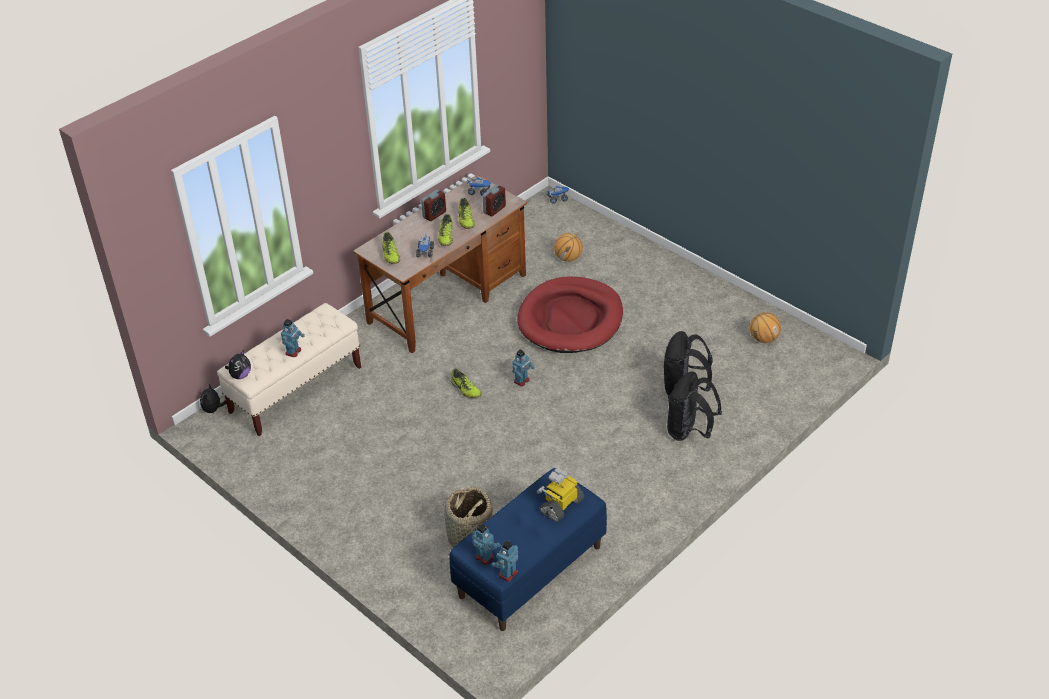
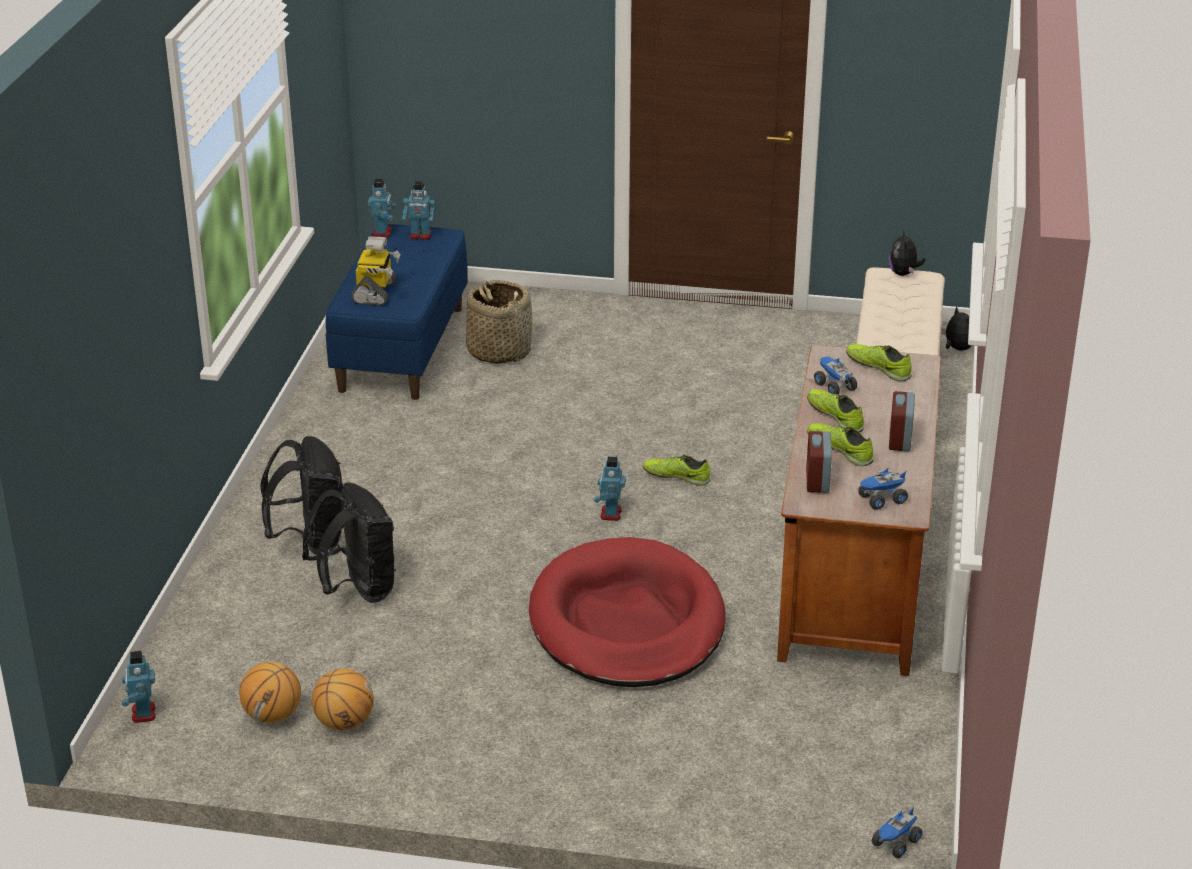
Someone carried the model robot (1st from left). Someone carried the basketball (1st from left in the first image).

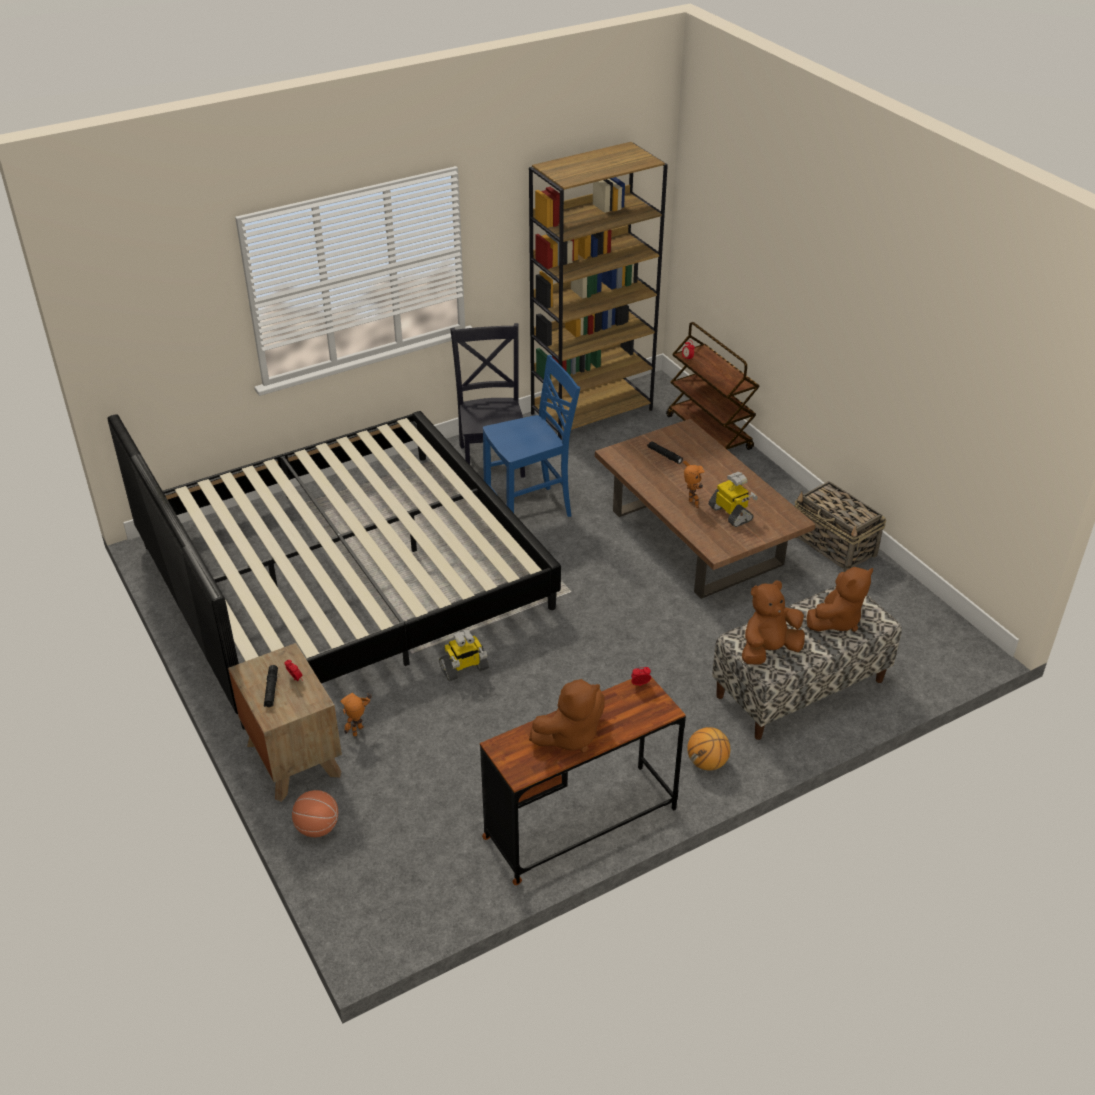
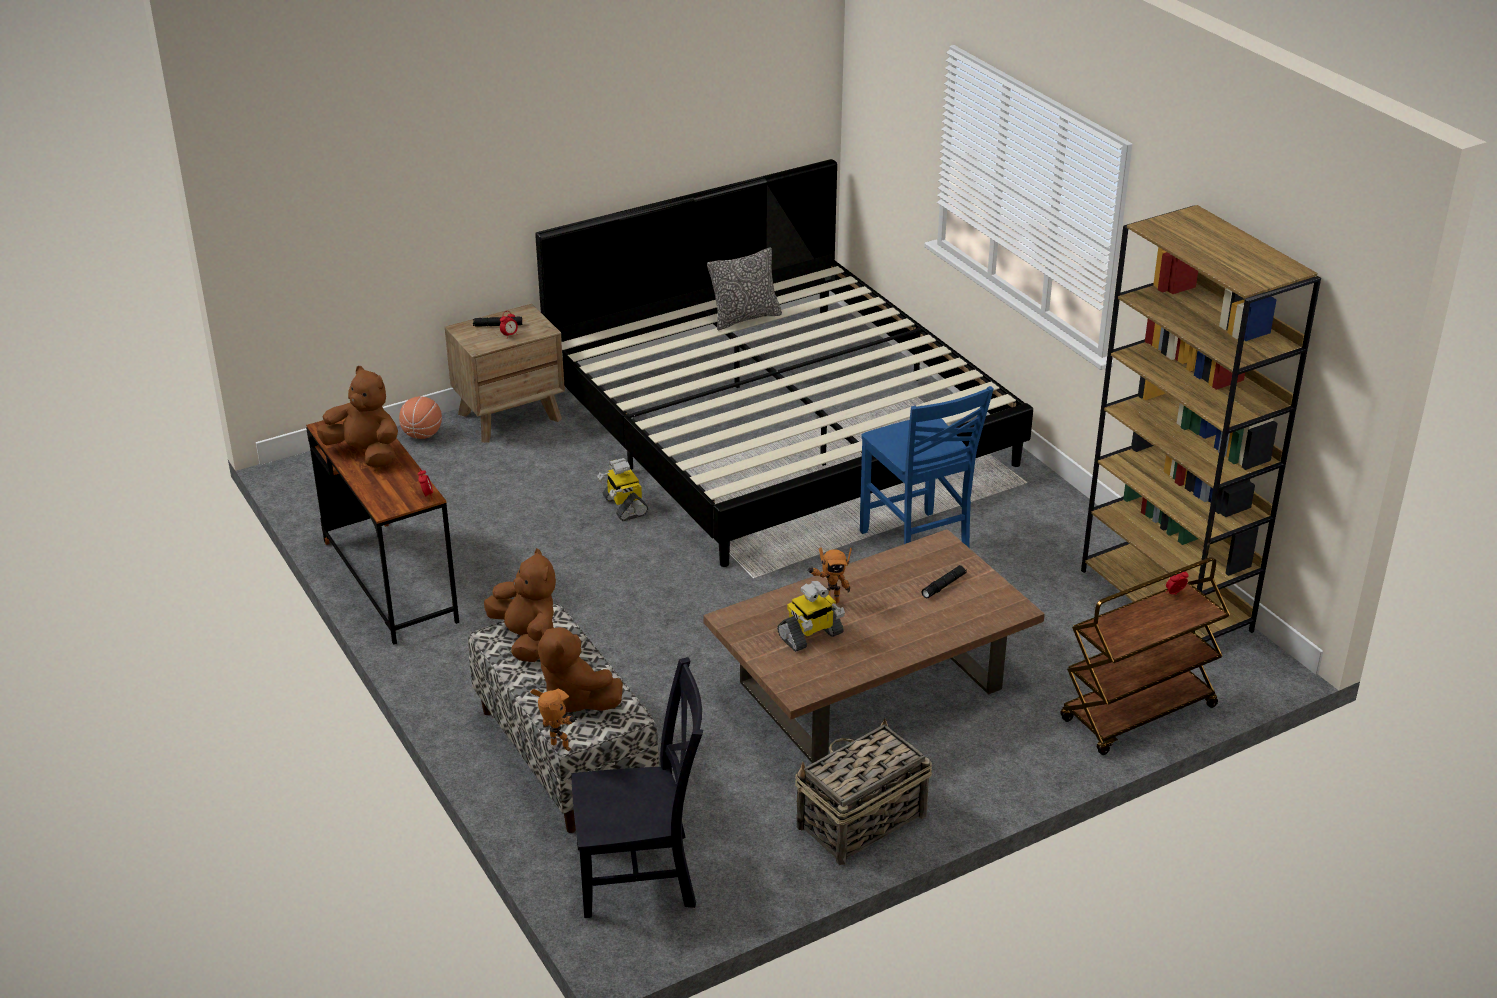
Someone took away the basketball (2nd from left). Someone put down the pillow. Someone carried the model robot (1st from left). Someone carried the upright chair/black. Someone rotated the soft toy/brown-coloured (1st from left) by 150 degrees clockwise.

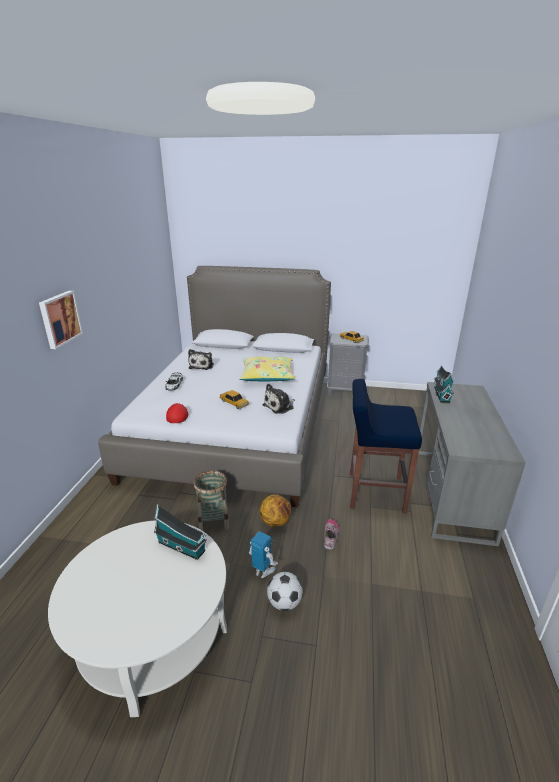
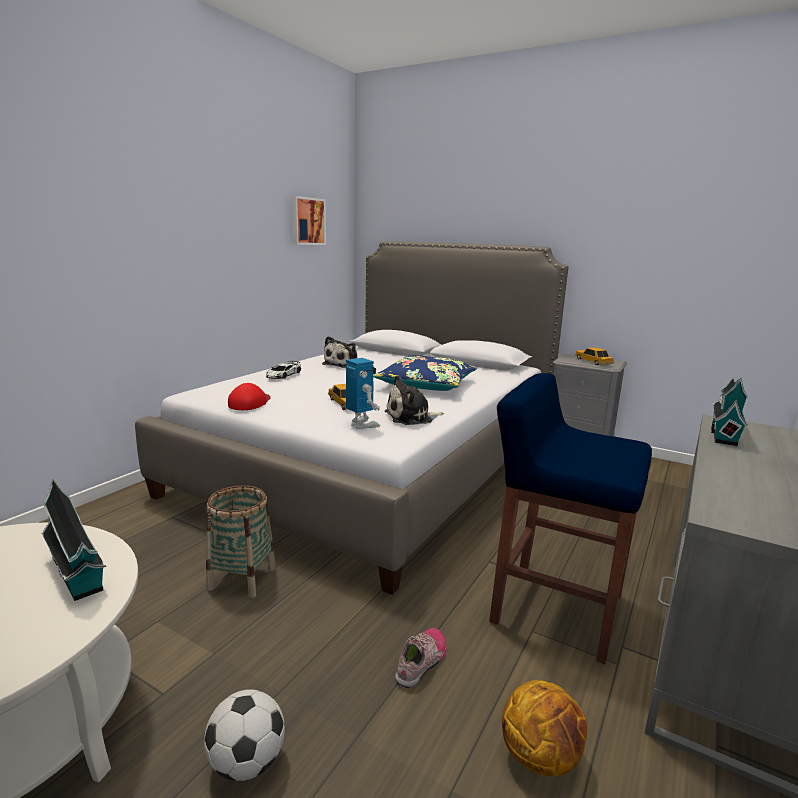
Someone carried the picture. Someone carried the model robot. Someone carried the basketball. Someone repainted the pillow/yellowish, which became the pillow/blue-coloured.

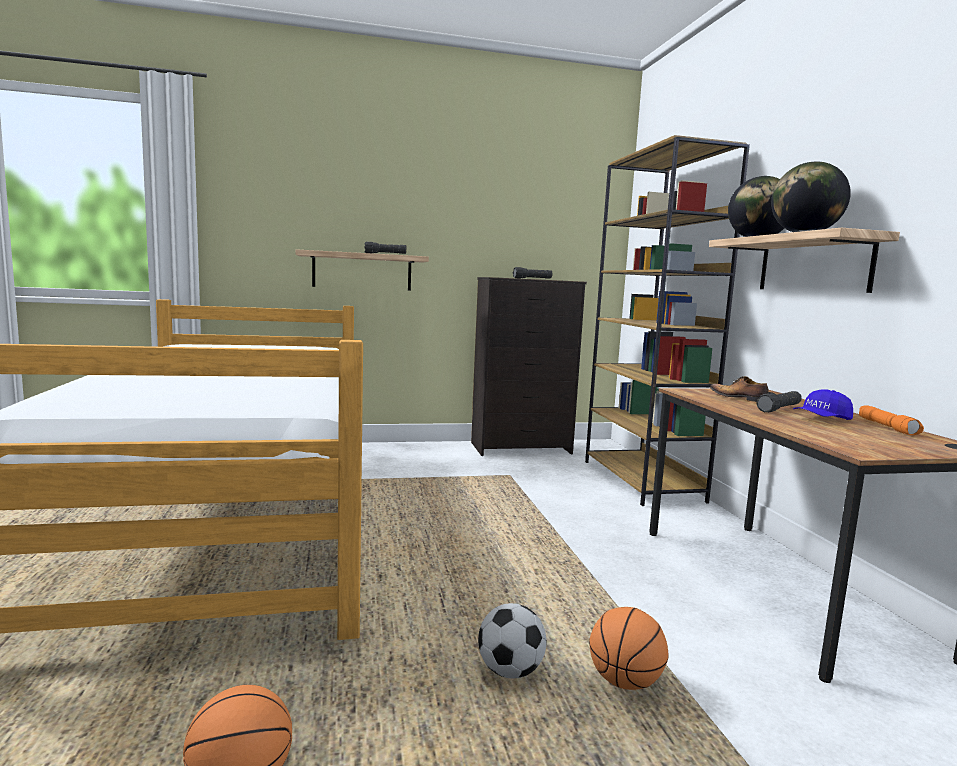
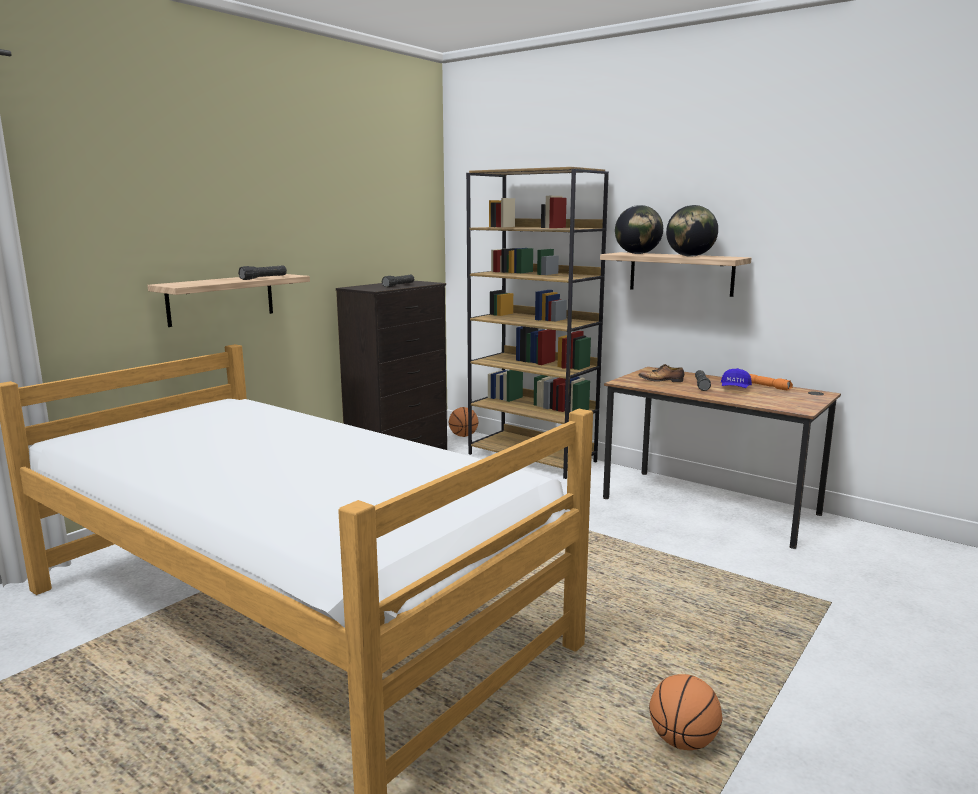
Someone took away the football. Someone carried the basketball (2nd from left in the first image).

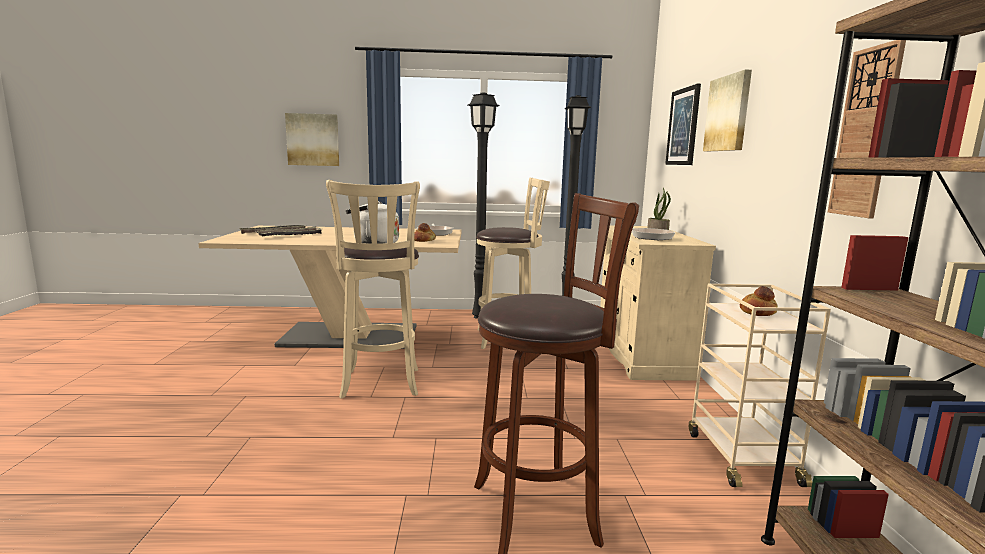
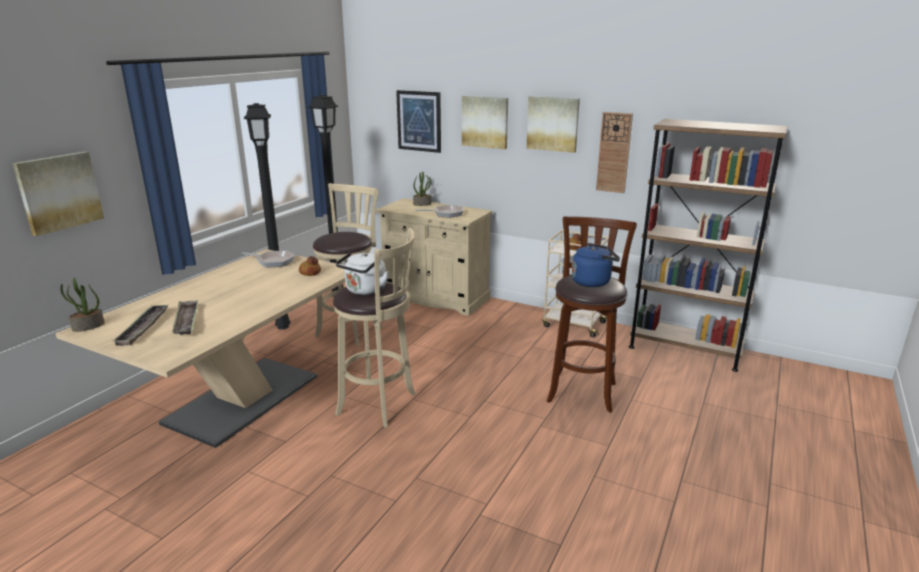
Someone put down the potted plant (1st from left). Someone put up the picture (4th from left). Someone put down the tea kettle/blue-coloured.

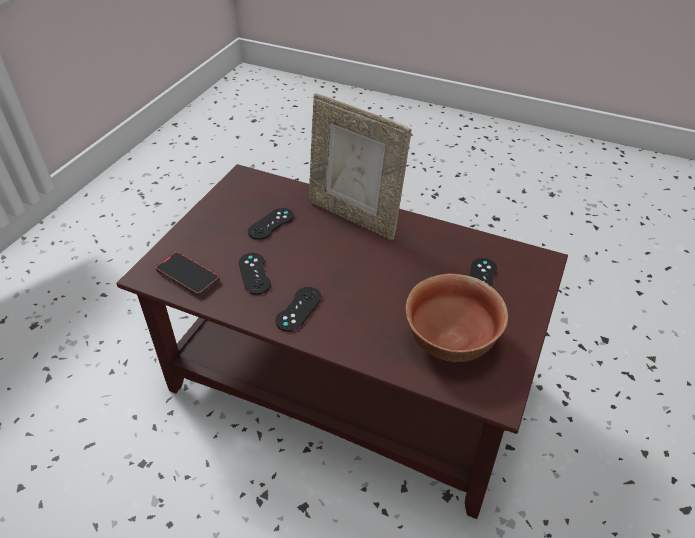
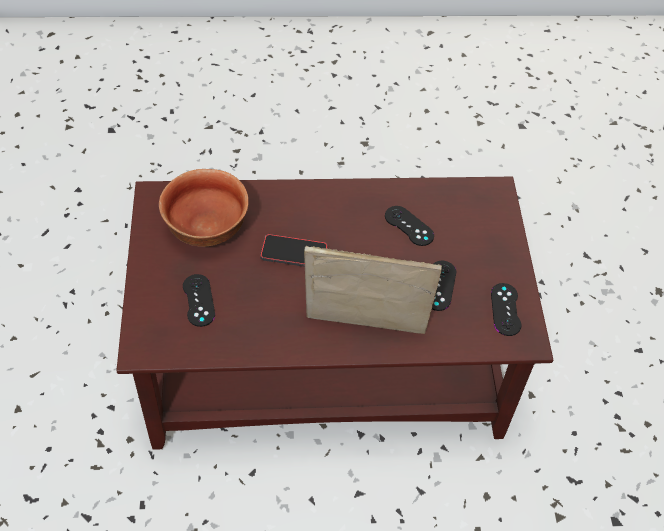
Someone carried the telephone. Someone carried the game controller/black (3rd from left in the first image).

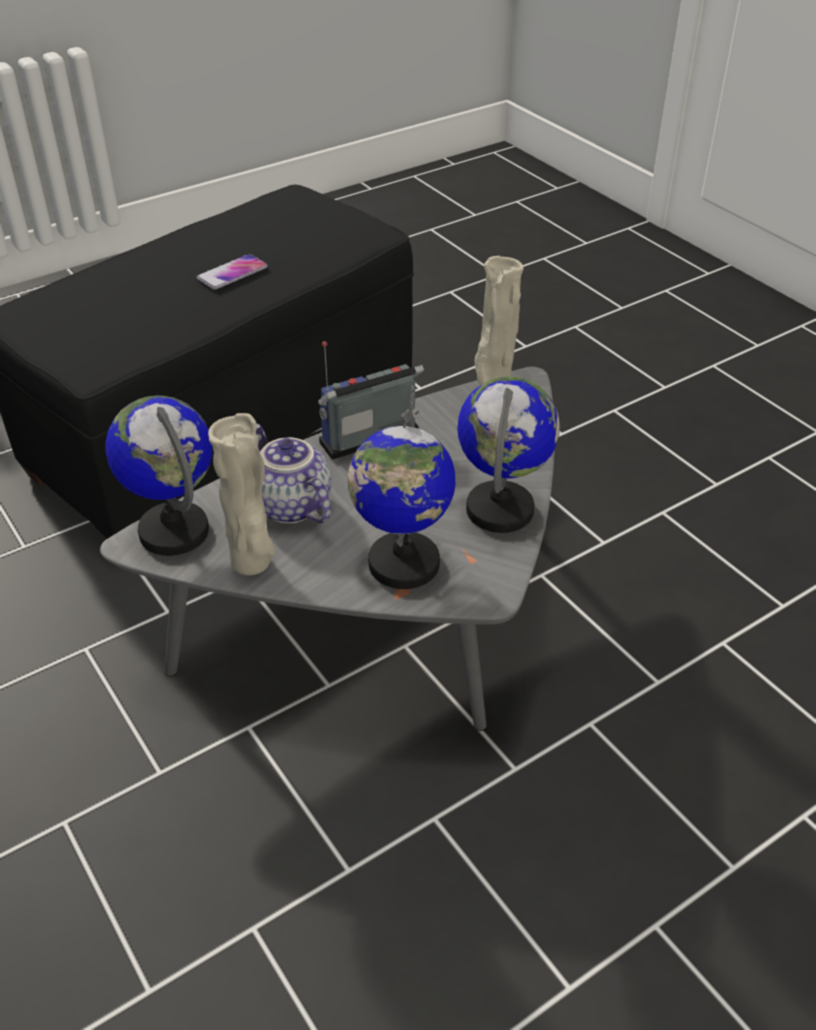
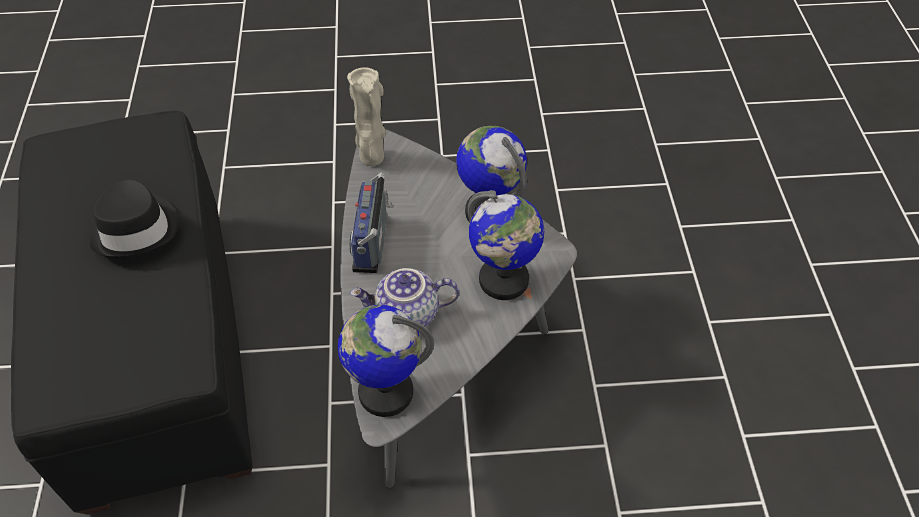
Someone took away the vase/beige-coloured (1st from left). Someone swapped the telephone for the hat/black.

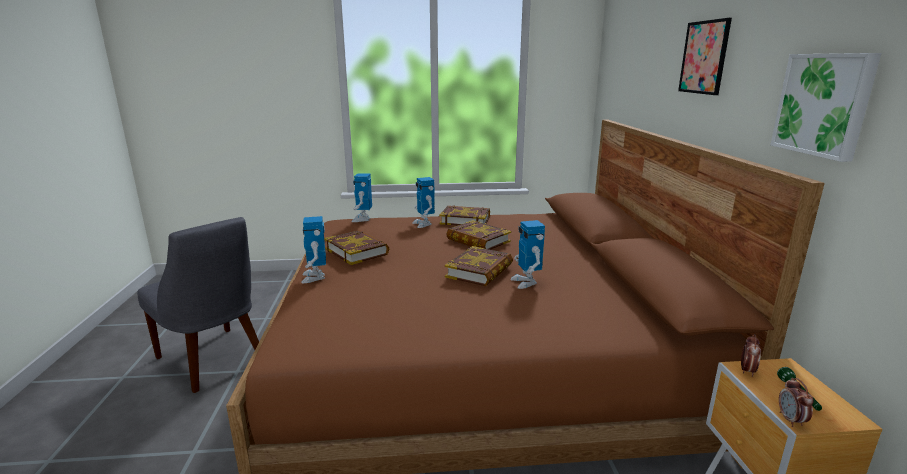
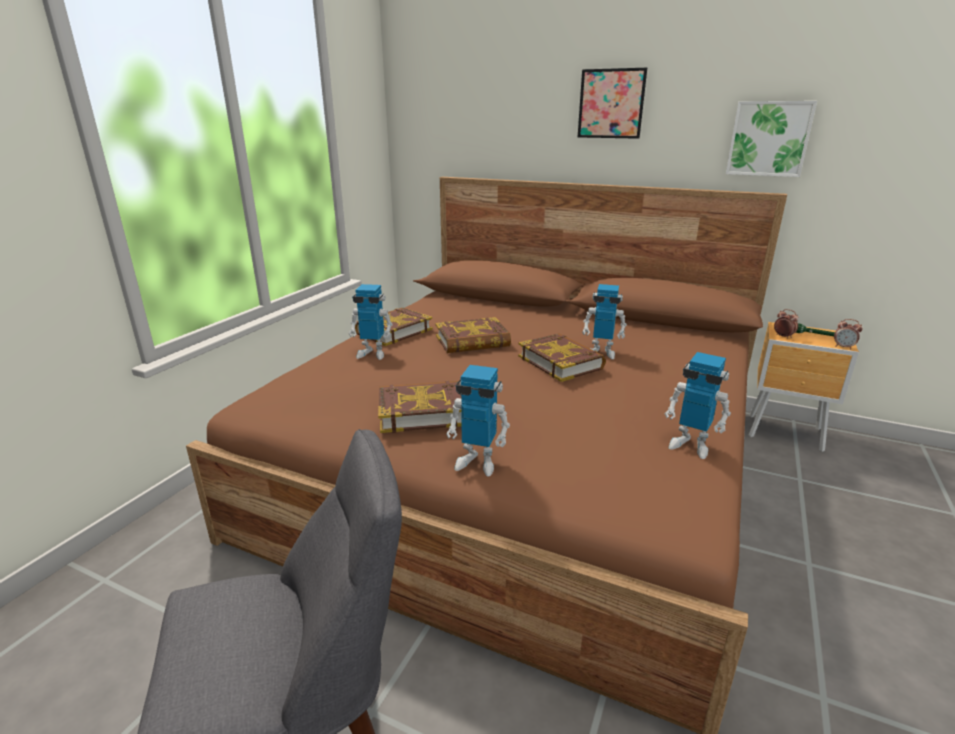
Someone carried the model robot (2nd from left in the first image).

